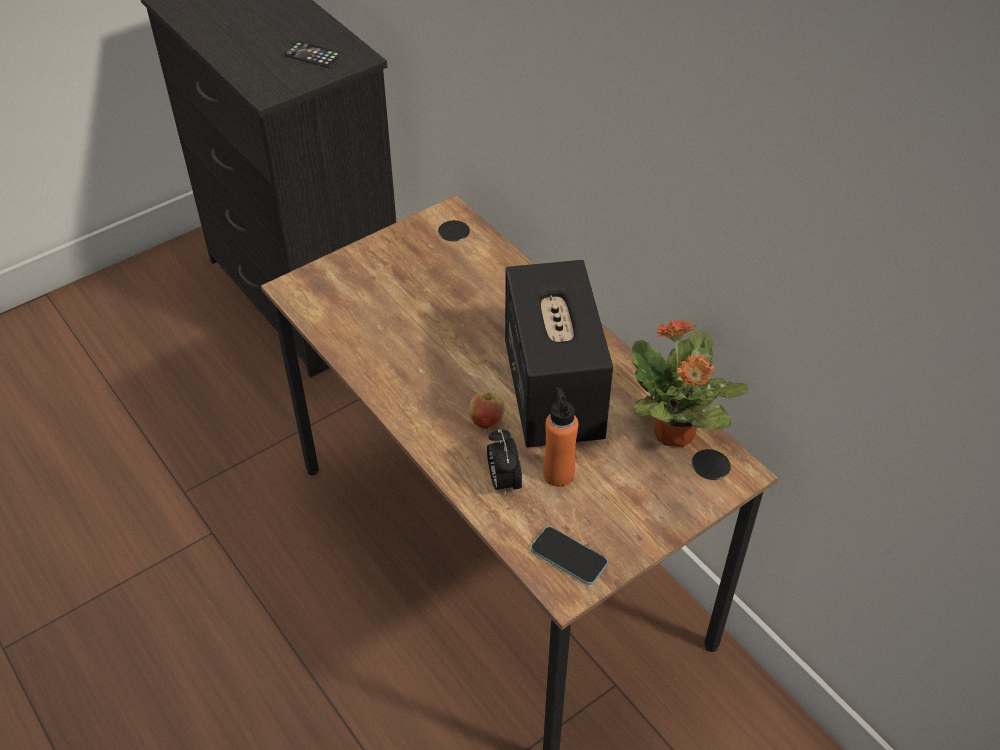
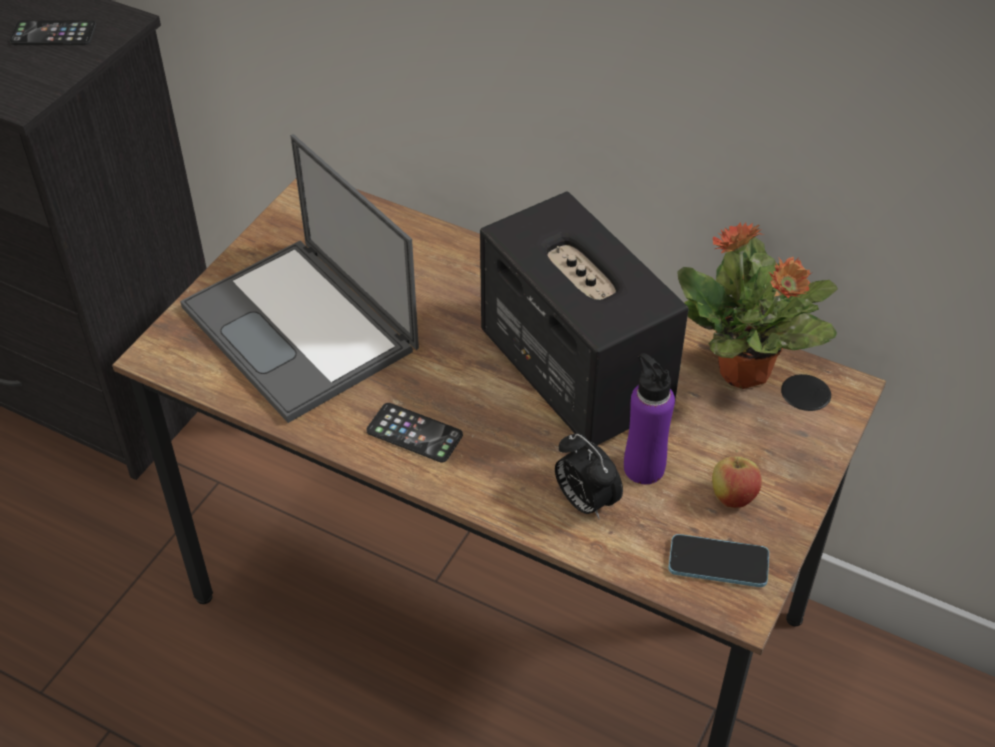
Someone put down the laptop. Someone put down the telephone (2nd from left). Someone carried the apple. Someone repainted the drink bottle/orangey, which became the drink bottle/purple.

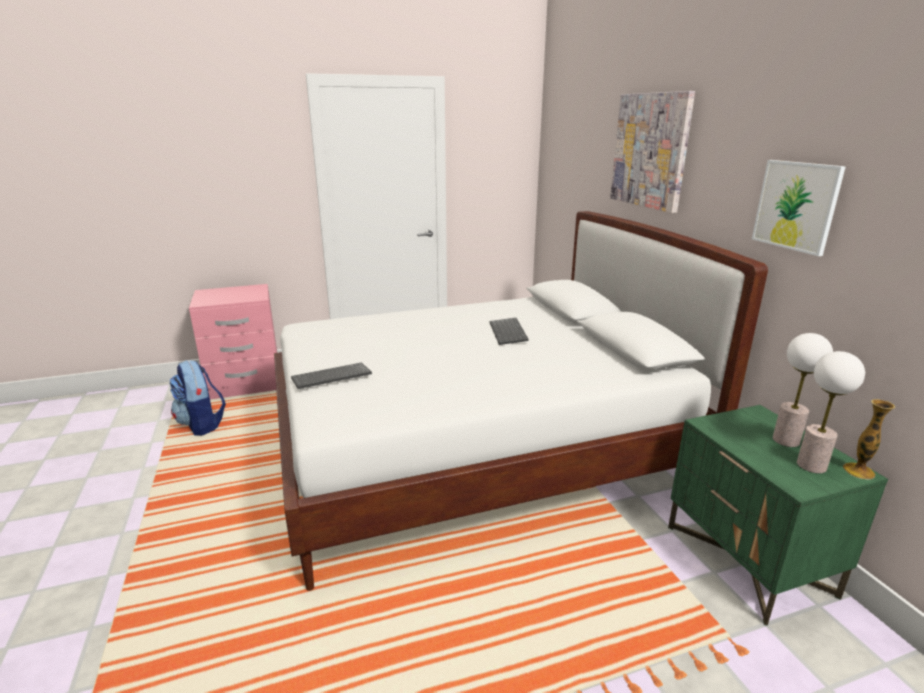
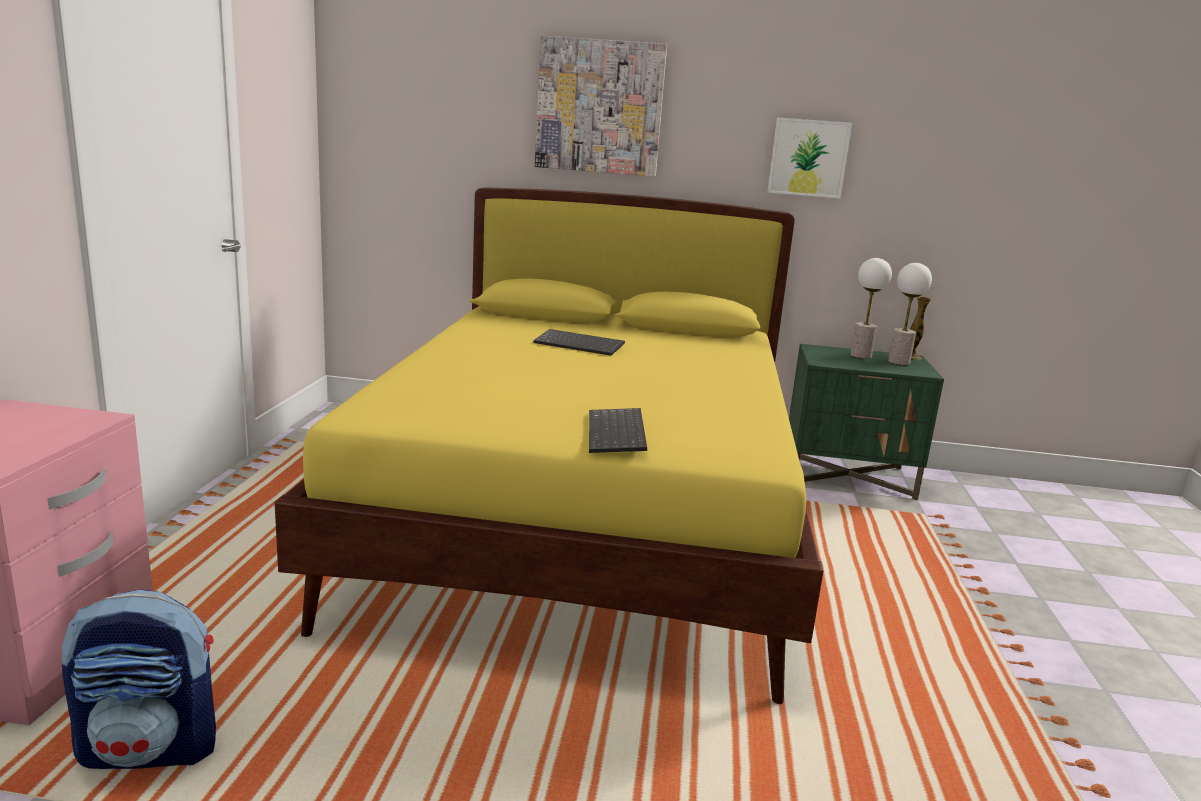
Someone repainted the bed/white, which became the bed/yellowish.

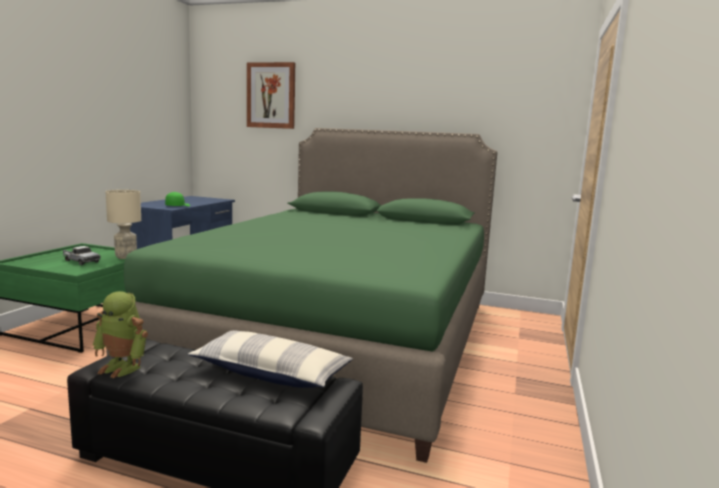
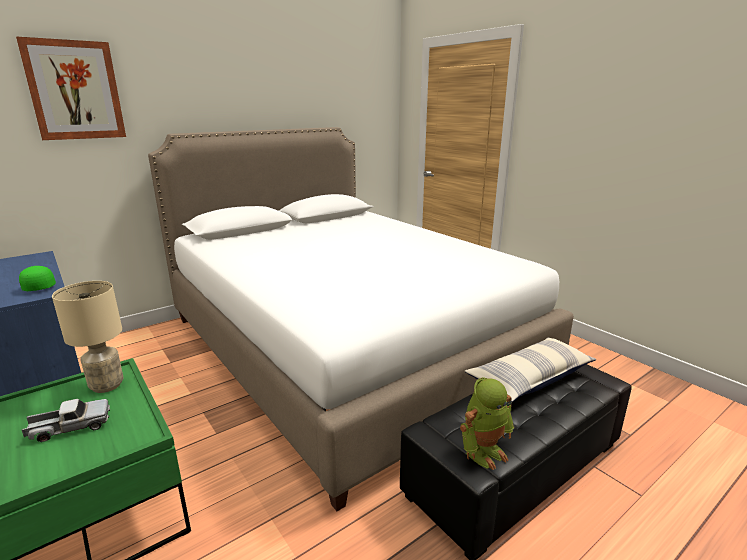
Someone repainted the bed/green-coloured, which became the bed/white.

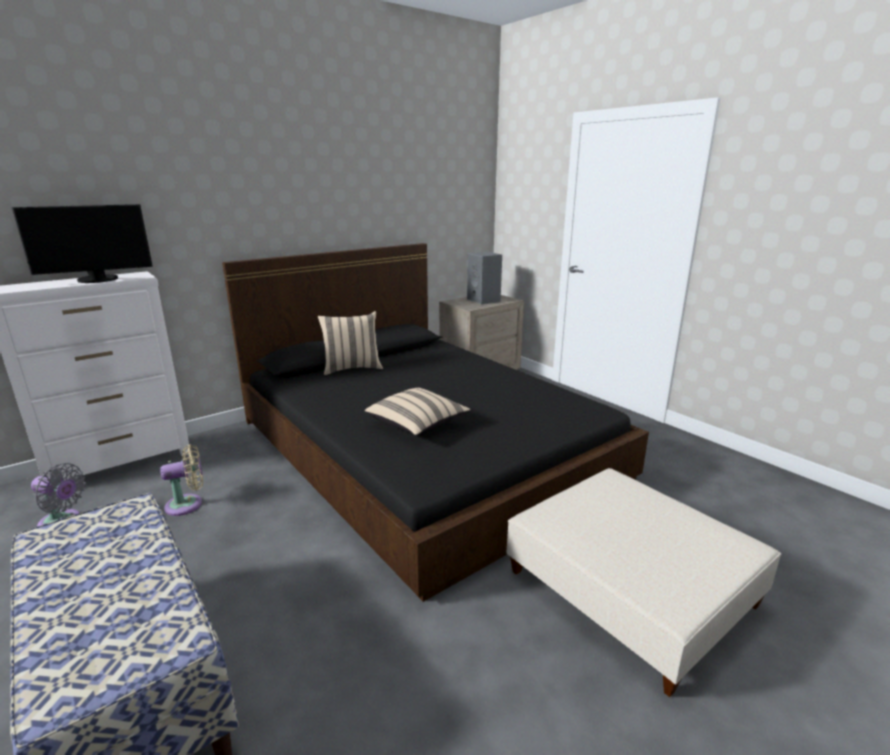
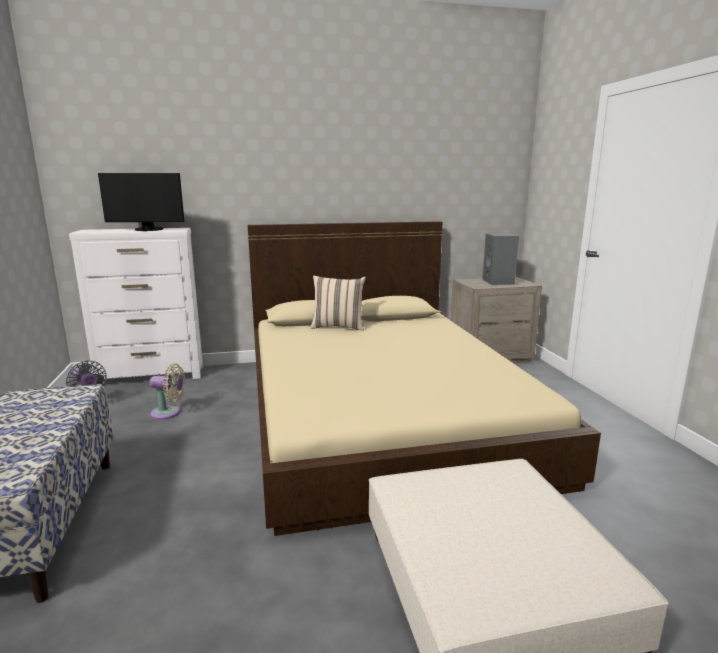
Someone took away the pillow/beige-coloured (2nd from left). Someone repainted the bed/black, which became the bed/beige-coloured.

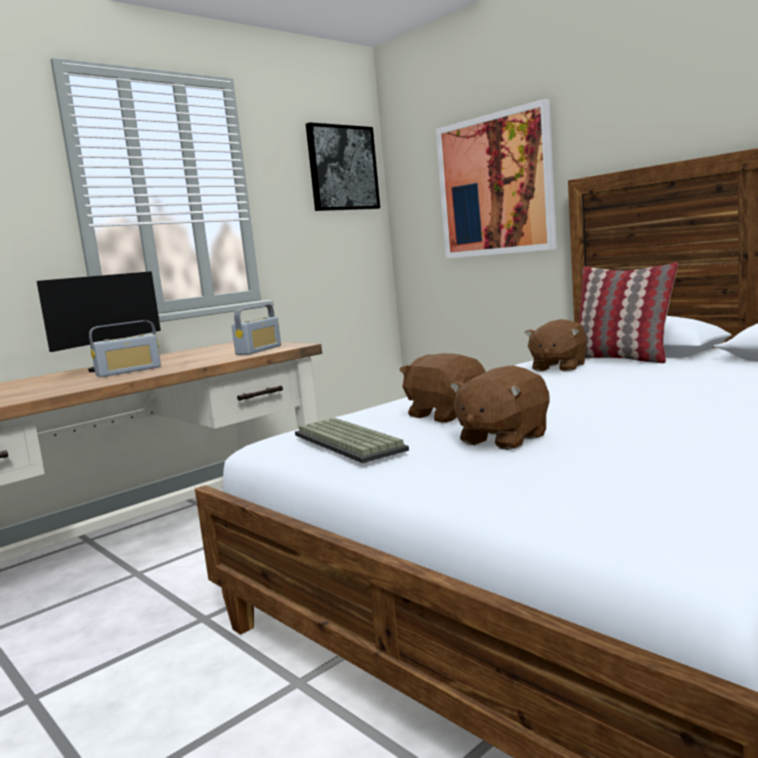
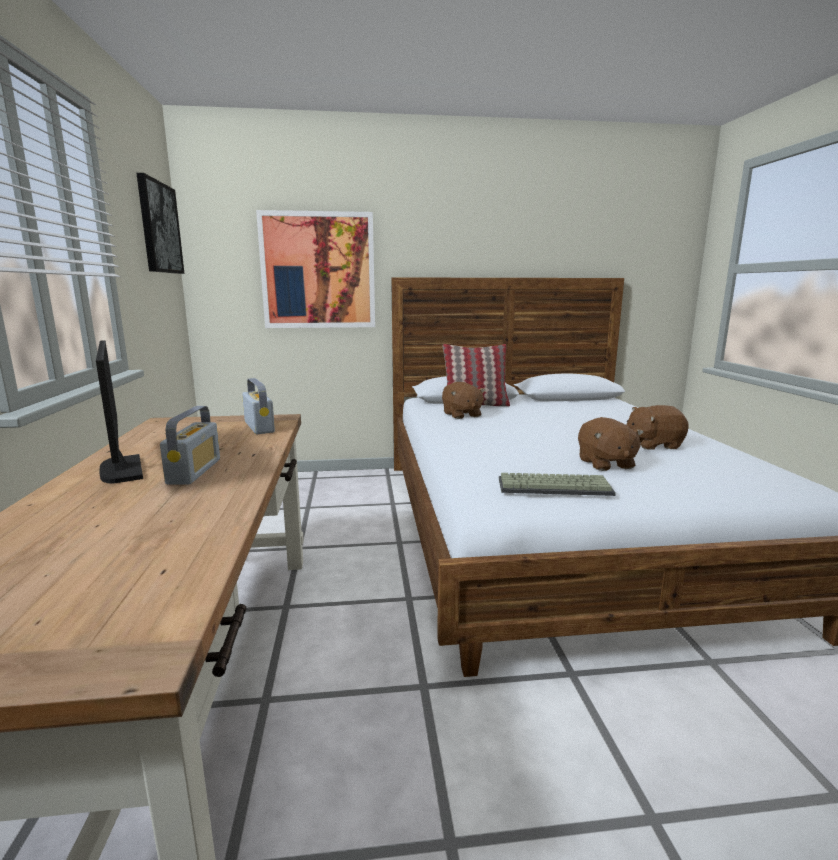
Someone carried the soft toy/brown-coloured (1st from left in the first image).

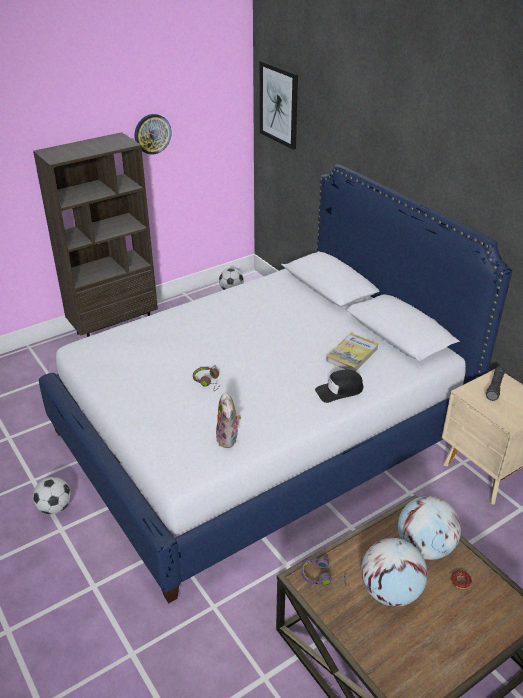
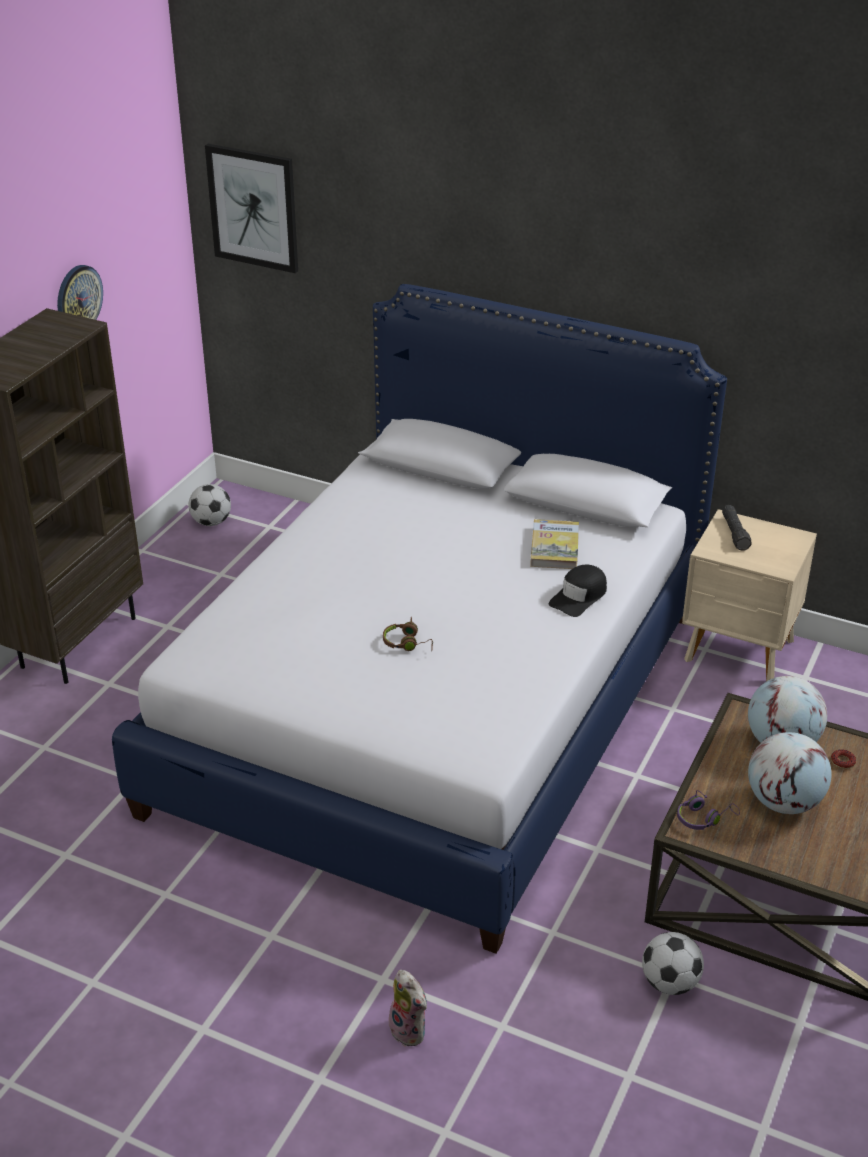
Someone carried the football (1st from left in the first image). Someone carried the soft toy.

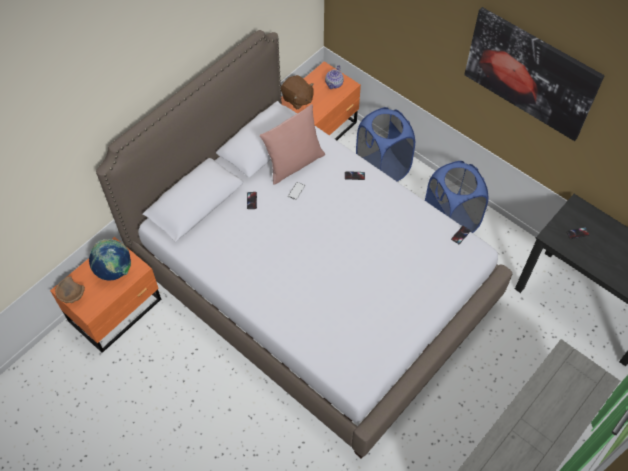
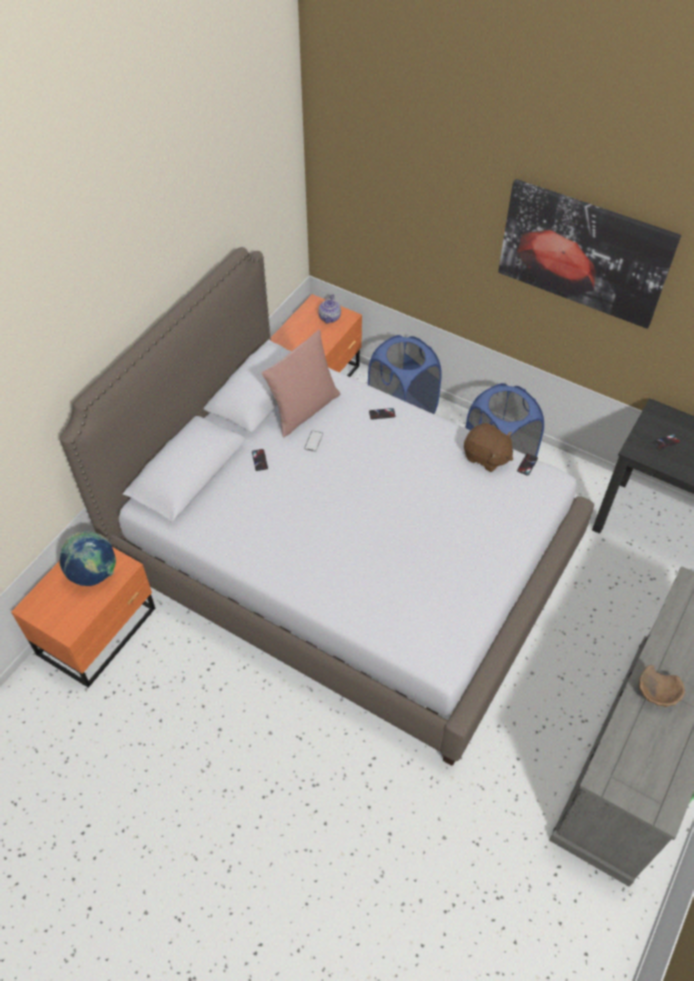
Someone carried the bowl/brown-coloured. Someone carried the soft toy/brown-coloured.

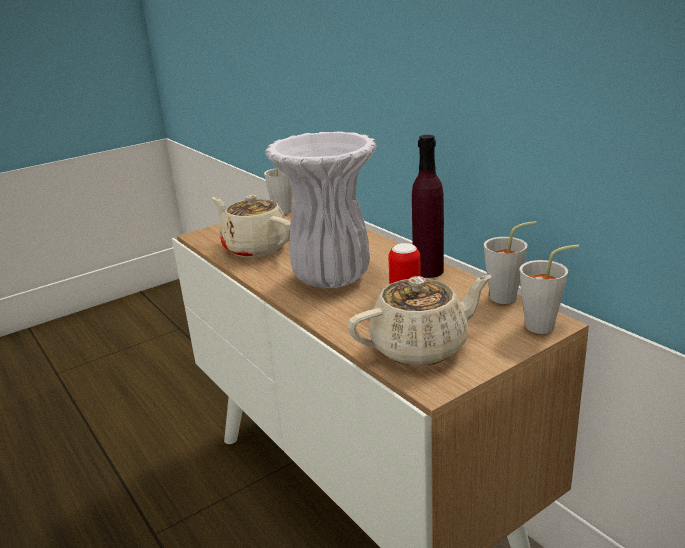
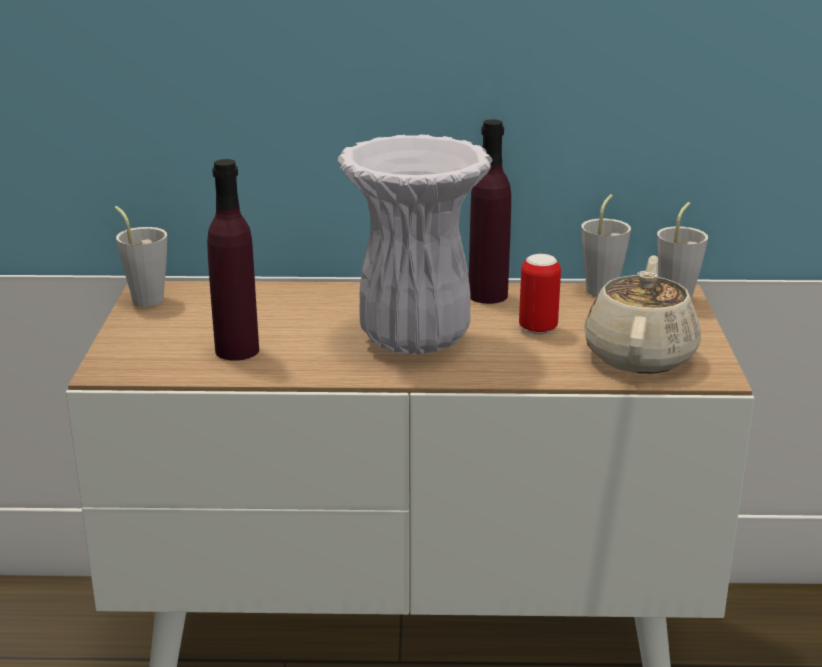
Someone swapped the tea pot/beige-coloured (1st from left) for the drink bottle/purple (1st from left).

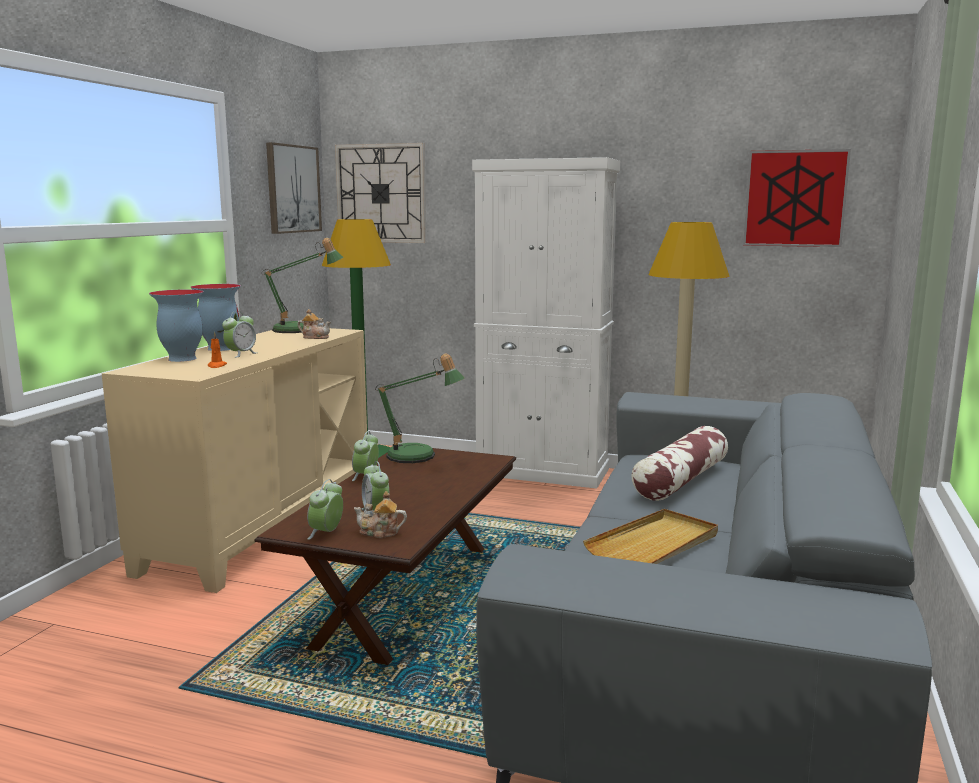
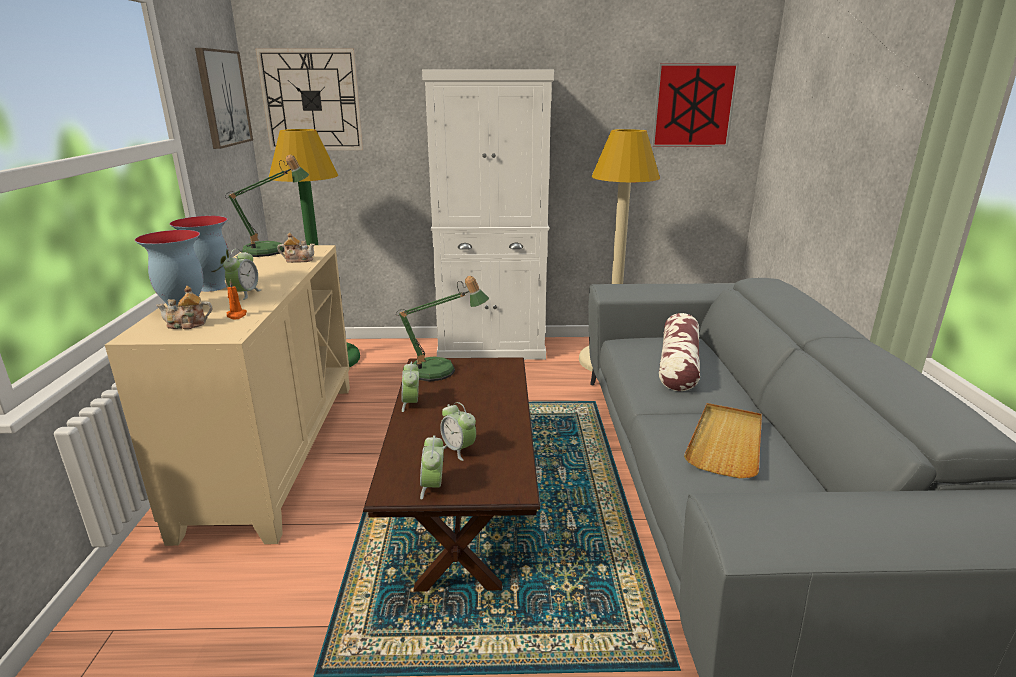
Someone carried the tea pot (2nd from left in the first image).

